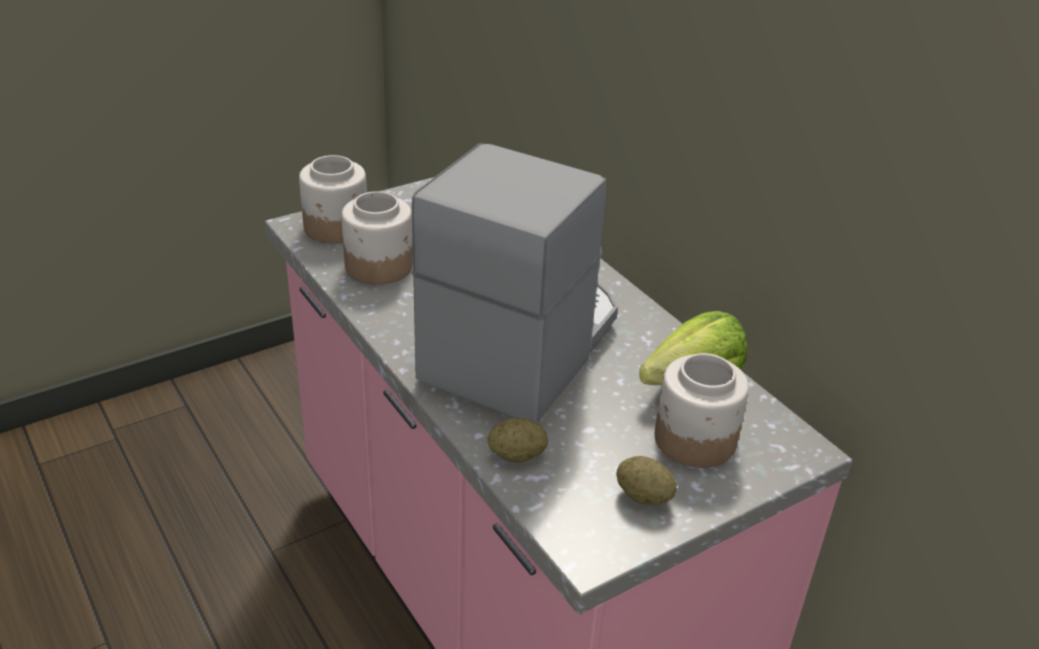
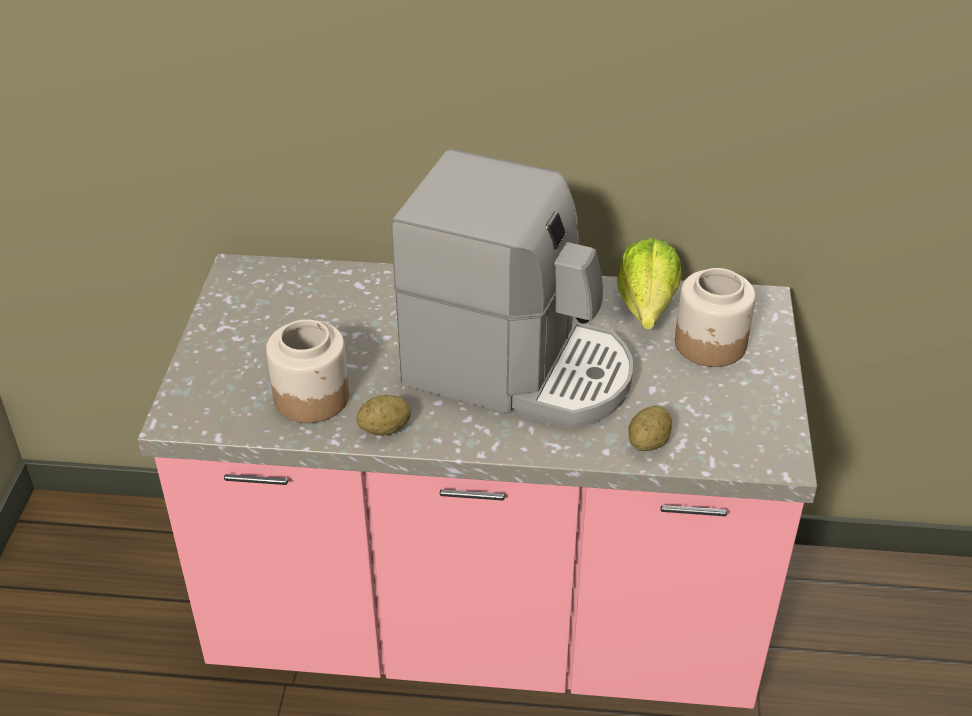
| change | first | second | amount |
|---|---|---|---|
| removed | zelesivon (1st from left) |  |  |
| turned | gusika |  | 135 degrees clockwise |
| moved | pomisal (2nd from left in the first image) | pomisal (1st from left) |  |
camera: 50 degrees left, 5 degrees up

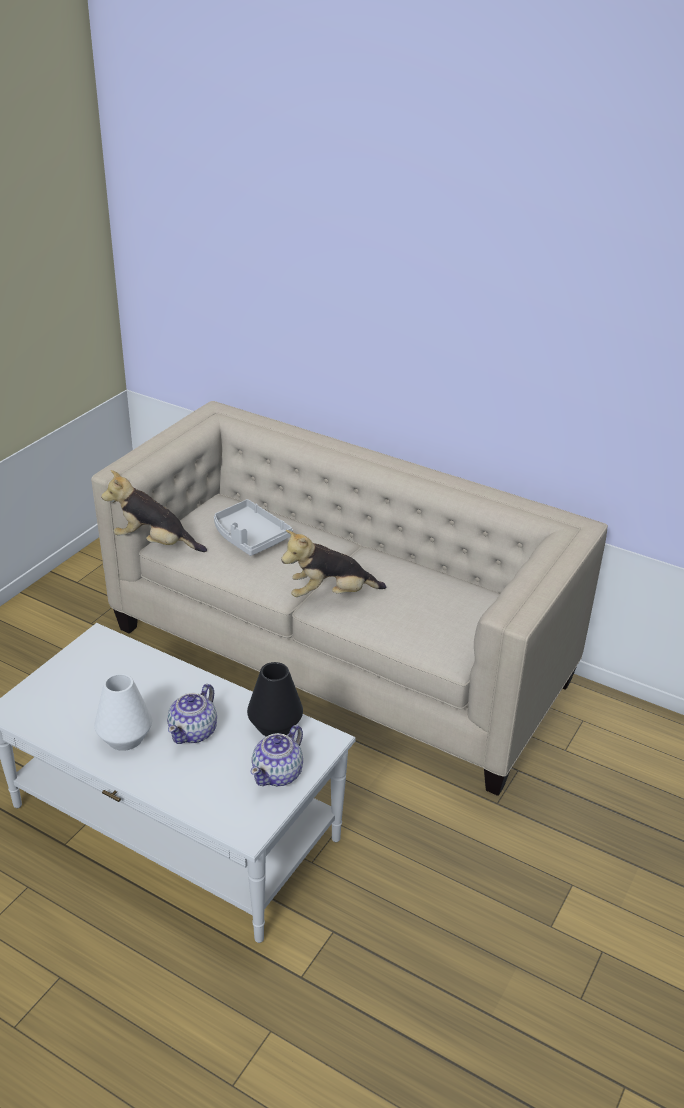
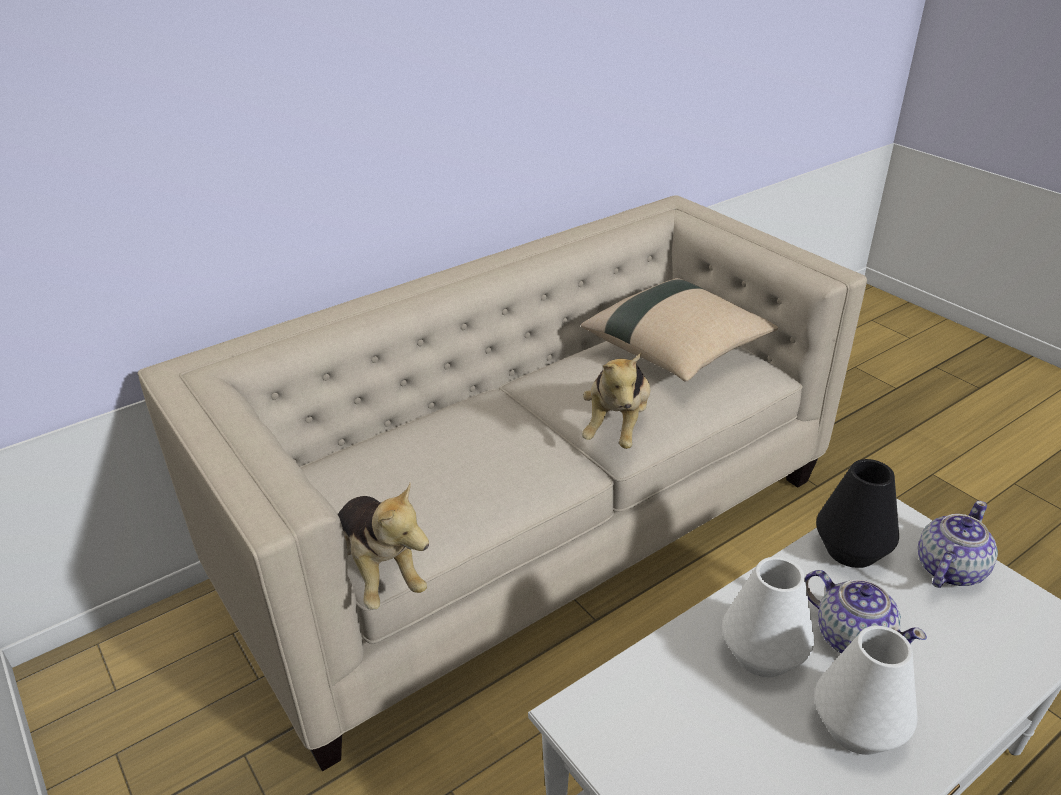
| change | first | second | amount |
|---|---|---|---|
| turned | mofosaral (1st from left) |  | 75 degrees counterclockwise |
| removed | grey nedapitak |  |  |
| turned | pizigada (2nd from left) |  | 105 degrees counterclockwise |
| added |  | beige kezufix |  |
| added |  | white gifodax (1st from left) |  |
camera: 65 degrees left, 0 degrees up

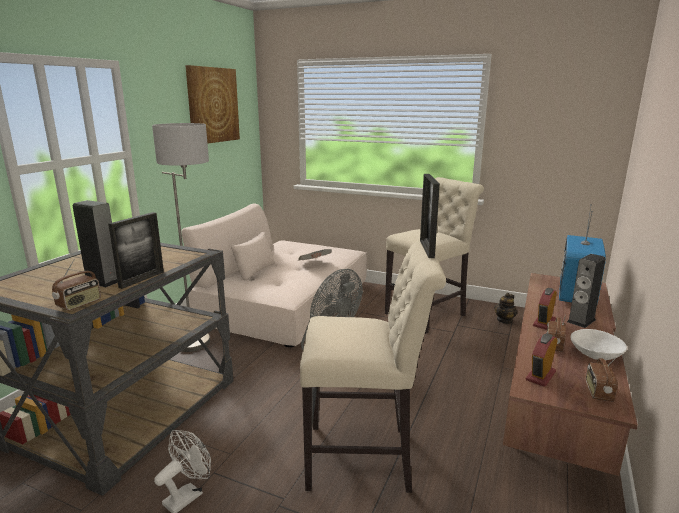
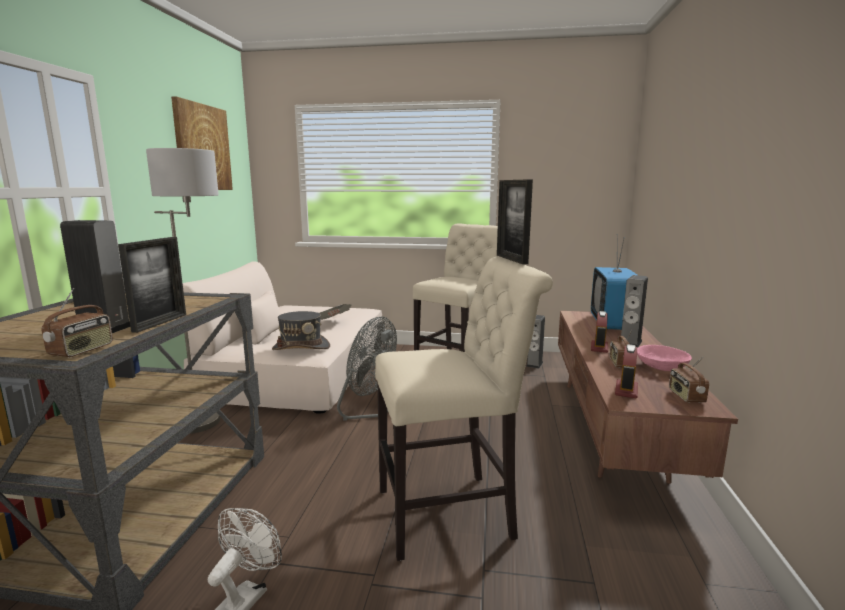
| change | first | second | amount |
|---|---|---|---|
| replaced | pizigada | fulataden (2nd from left) |  |
| recoloured | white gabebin | pink gabebin |  |
| added |  | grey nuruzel |  |
camera: 15 degrees left, 5 degrees down

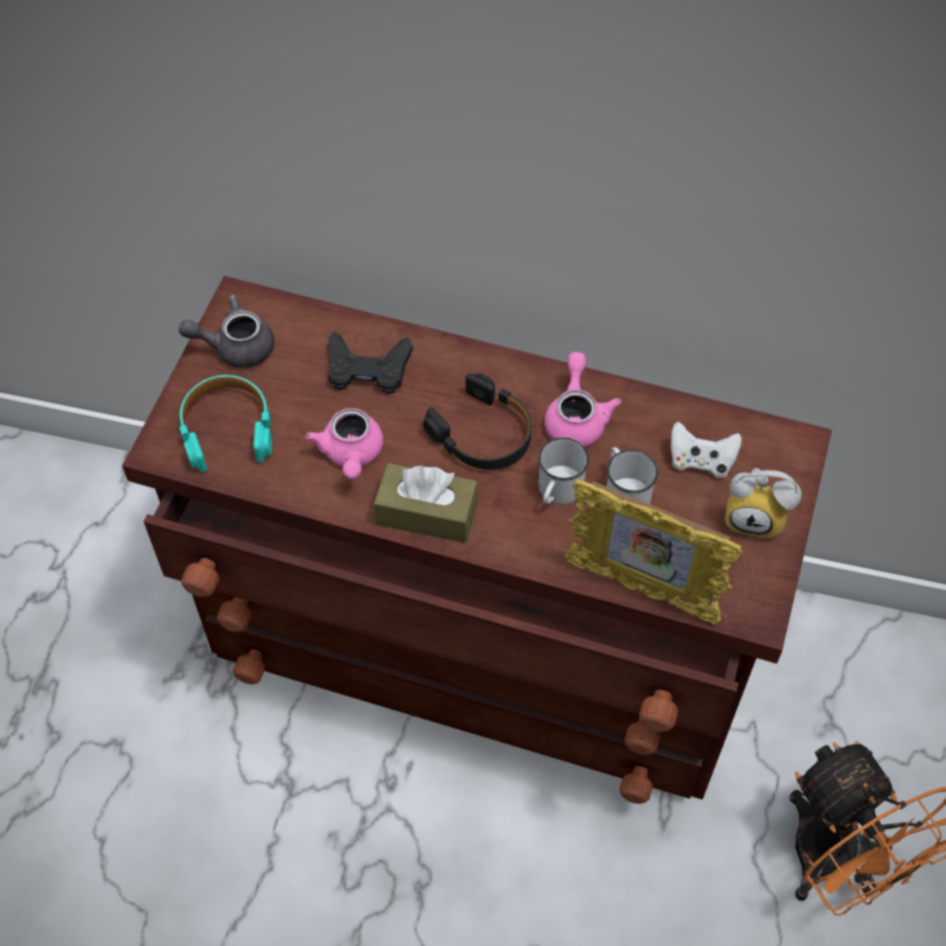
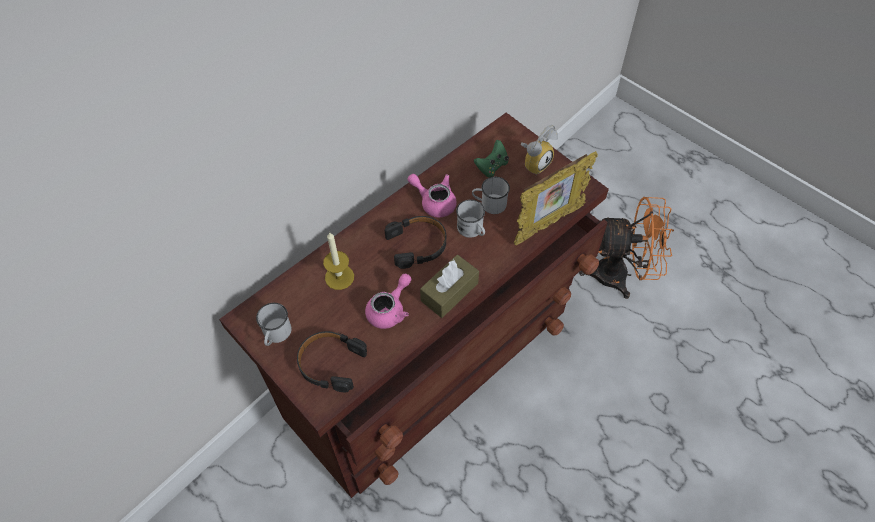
| change | first | second | amount |
|---|---|---|---|
| replaced | grey pizigada | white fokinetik (1st from left) |  |
| recoloured | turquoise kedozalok | black kedozalok (1st from left) |  |
| turned | pink pizigada (1st from left) |  | 75 degrees counterclockwise |
| replaced | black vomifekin | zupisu |  |
| recoloured | white vomifekin | green vomifekin |  |
camera: 60 degrees left, 0 degrees up

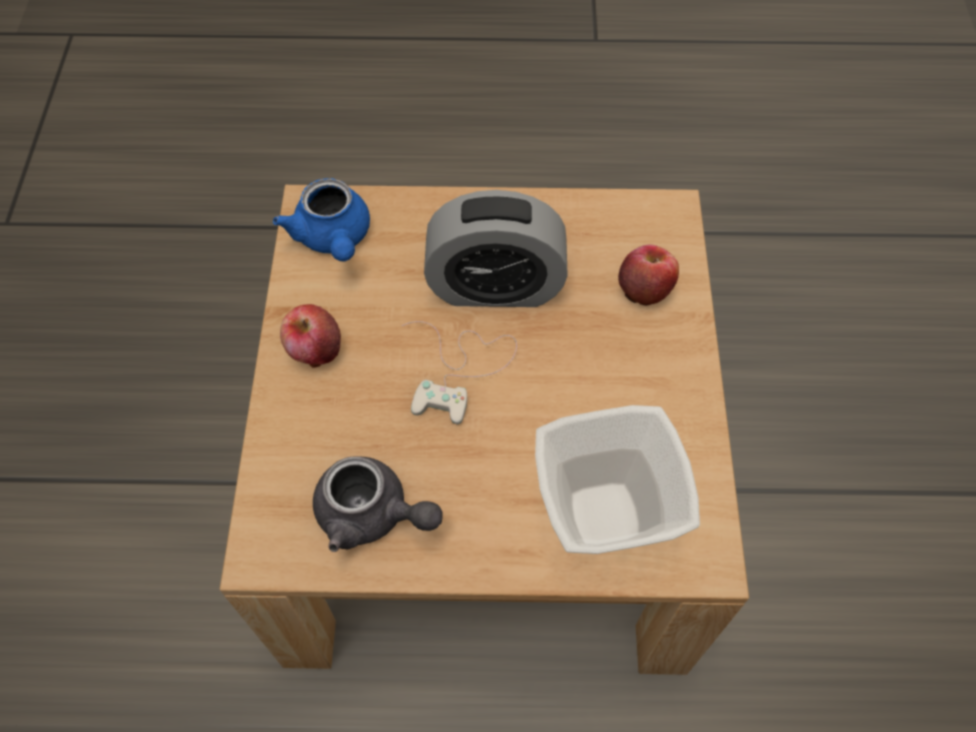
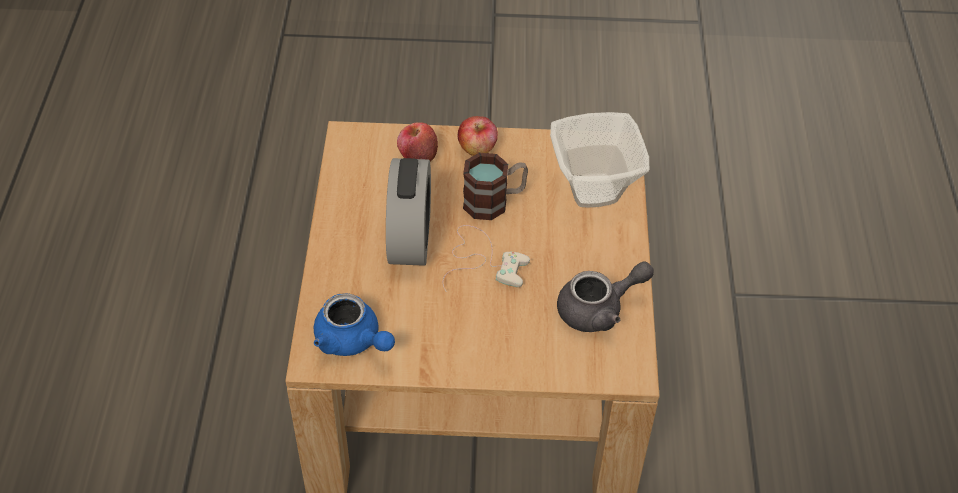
| change | first | second | amount |
|---|---|---|---|
| turned | blue pizigada |  | 60 degrees clockwise |
| moved | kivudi (1st from left in the first image) | kivudi (2nd from left) |  |
| turned | grey pizigada |  | 45 degrees clockwise |
| added |  | fokinetik |  |
camera: 90 degrees left, 10 degrees down

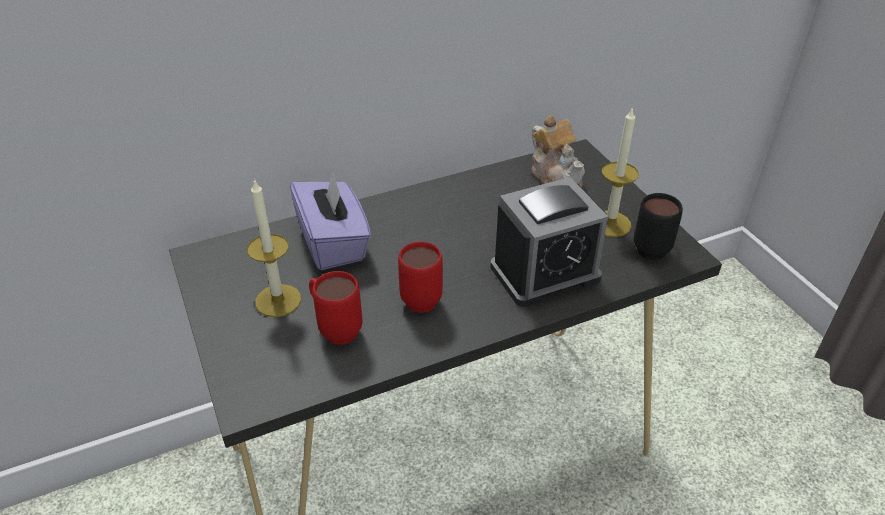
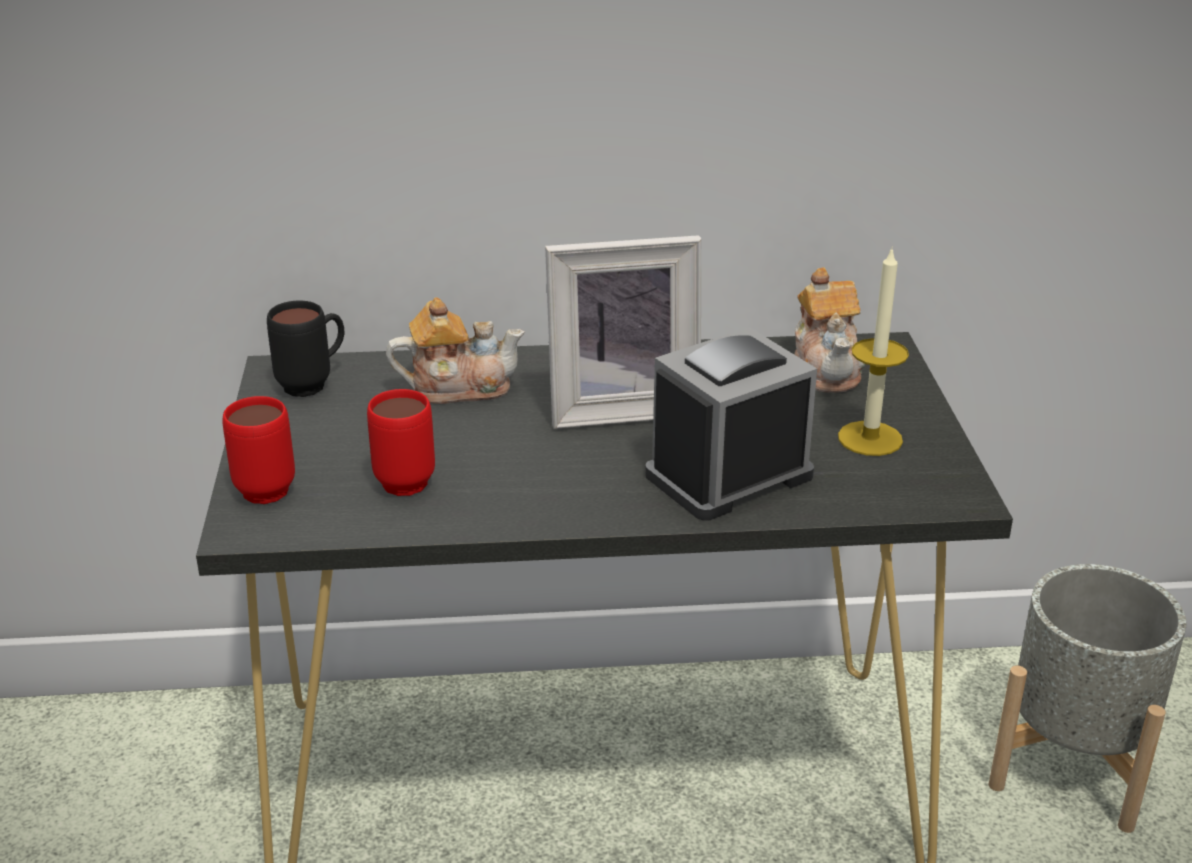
| change | first | second | amount |
|---|---|---|---|
| removed | zupisu (1st from left) |  |  |
| replaced | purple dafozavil | pizigada (1st from left) |  |
| moved | red fokinetik (2nd from left in the first image) | red fokinetik (1st from left) |  |
| turned | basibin |  | 150 degrees clockwise |
| moved | black fokinetik |  |  |
| added |  | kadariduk |  |
| added |  | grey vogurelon |  |
camera: 20 degrees right, 10 degrees down

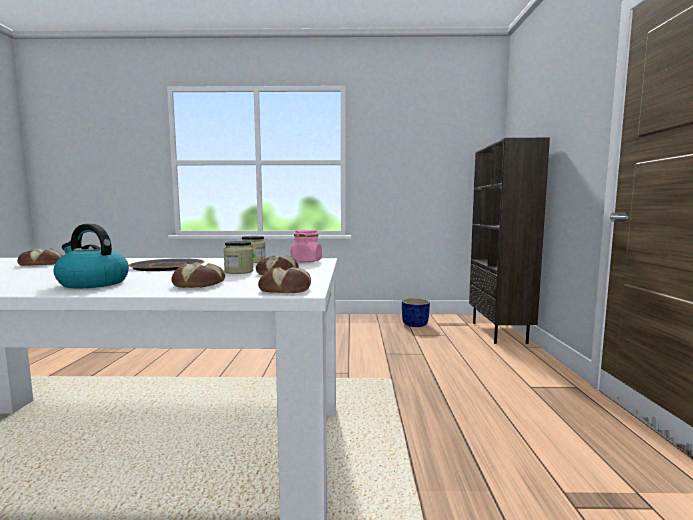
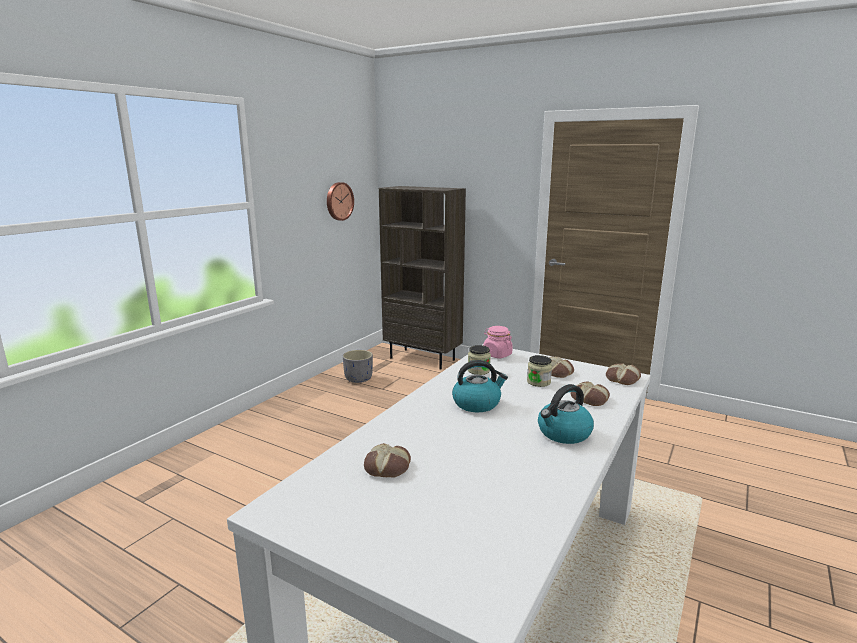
| change | first | second | amount |
|---|---|---|---|
| replaced | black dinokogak | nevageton (1st from left) |  |
| recoloured | blue vogurelon | grey vogurelon |  |
| added |  | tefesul |  |
camera: 60 degrees left, 10 degrees up

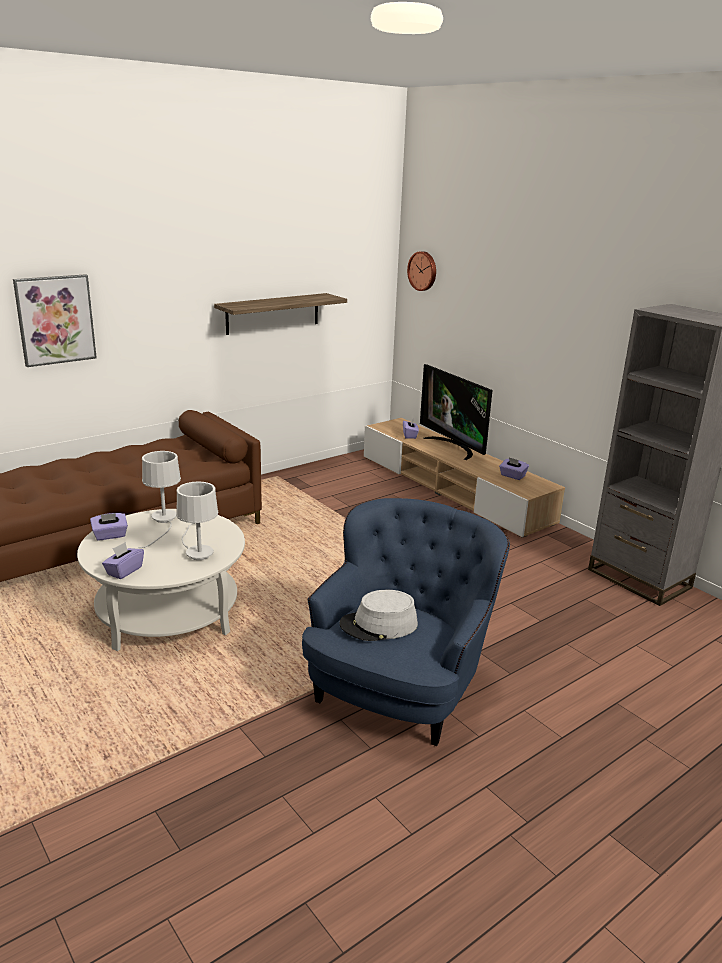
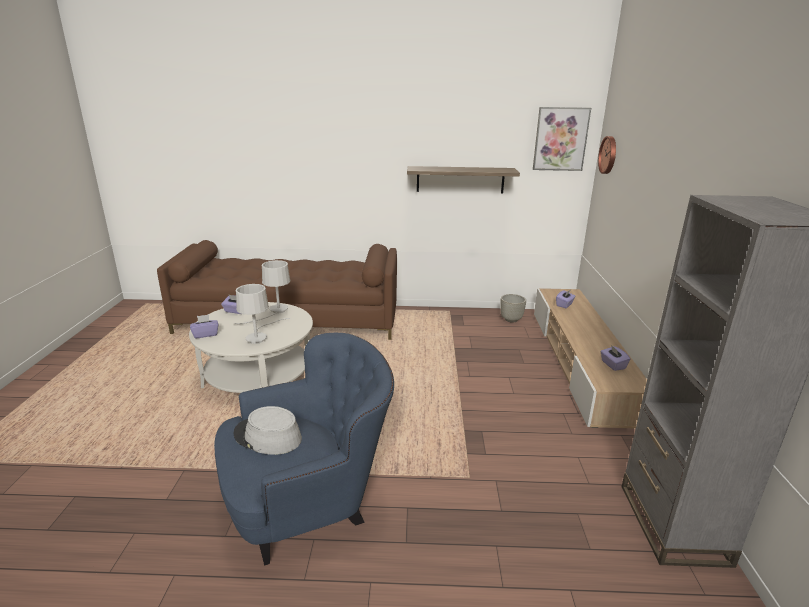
| change | first | second | amount |
|---|---|---|---|
| moved | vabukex |  |  |
| removed | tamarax |  |  |
| added |  | grey vogurelon |  |
camera: 40 degrees right, 0 degrees up

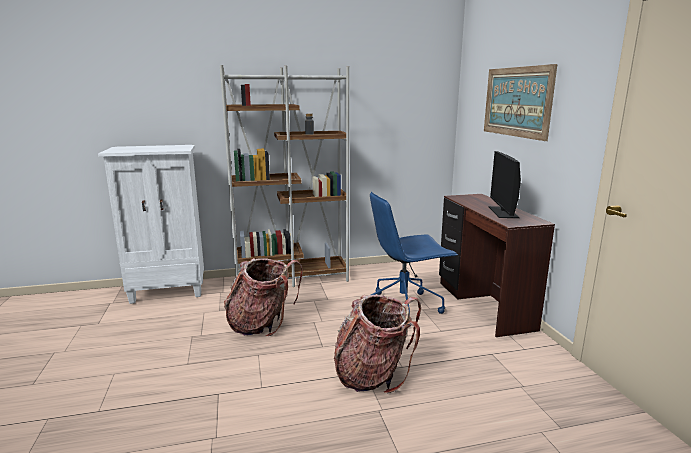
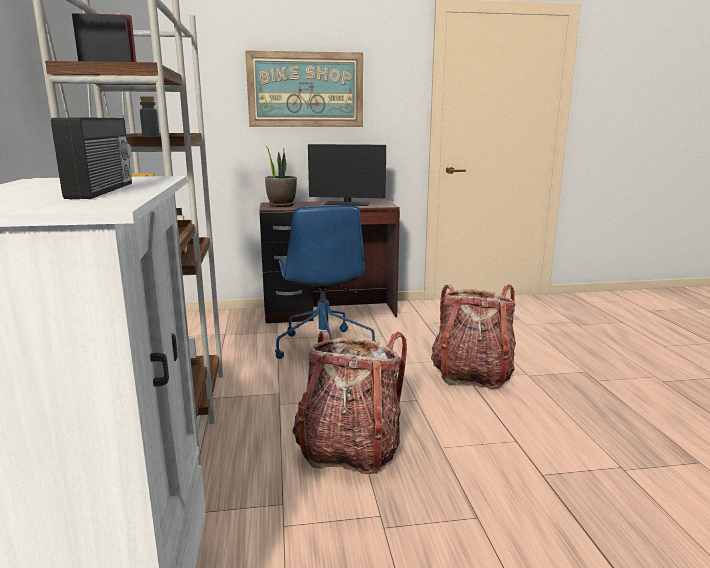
| change | first | second | amount |
|---|---|---|---|
| added |  | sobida |  |
| added |  | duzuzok |  |
camera: 85 degrees left, 0 degrees up

